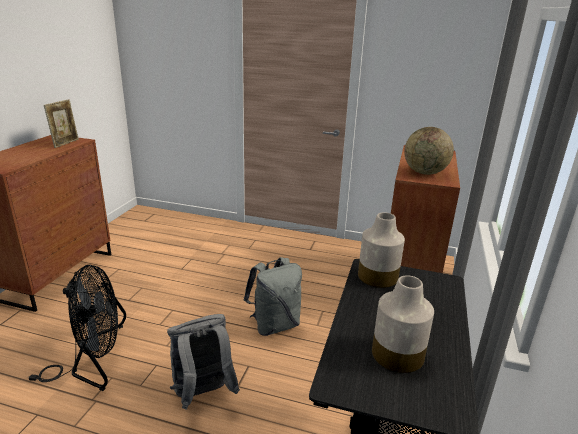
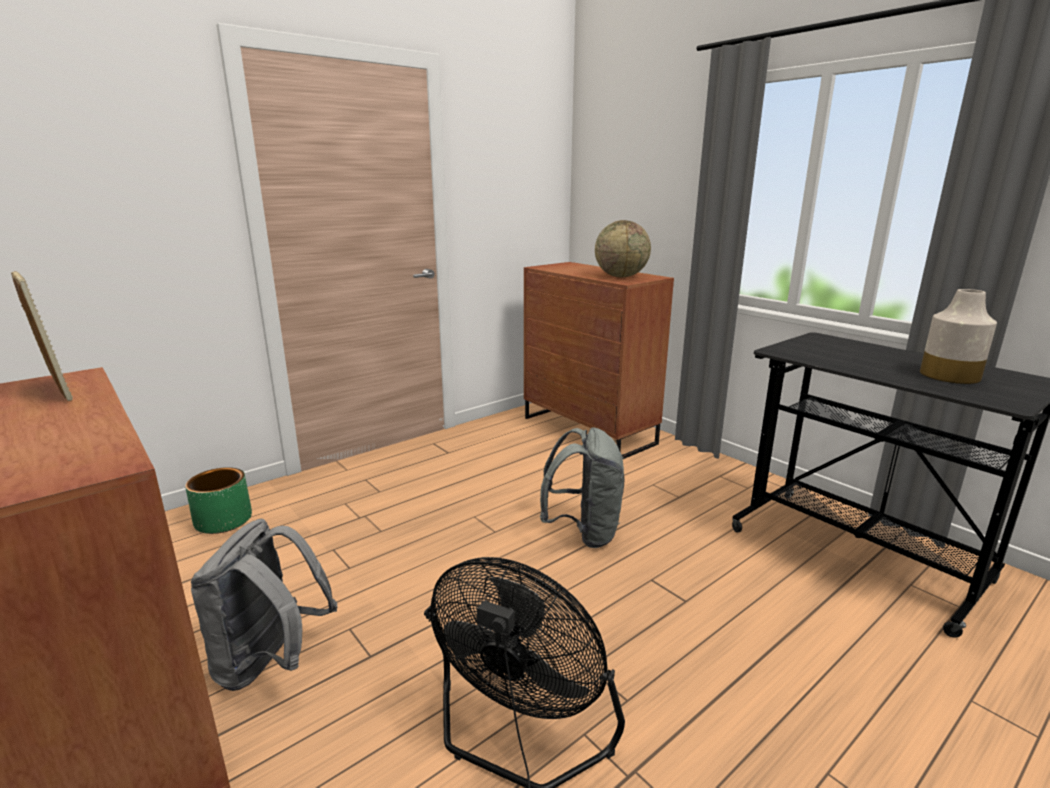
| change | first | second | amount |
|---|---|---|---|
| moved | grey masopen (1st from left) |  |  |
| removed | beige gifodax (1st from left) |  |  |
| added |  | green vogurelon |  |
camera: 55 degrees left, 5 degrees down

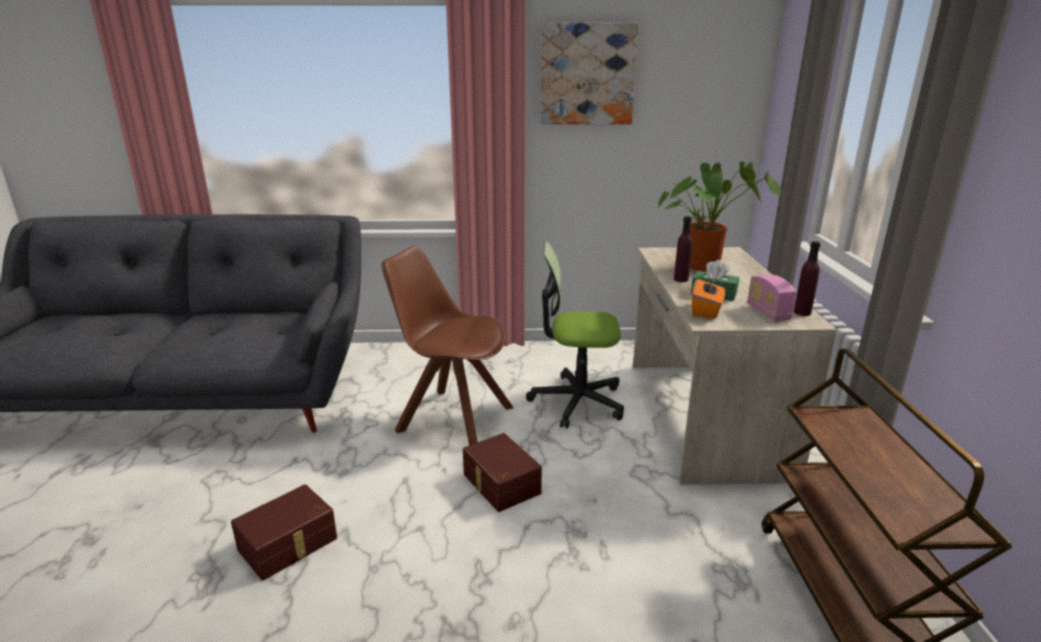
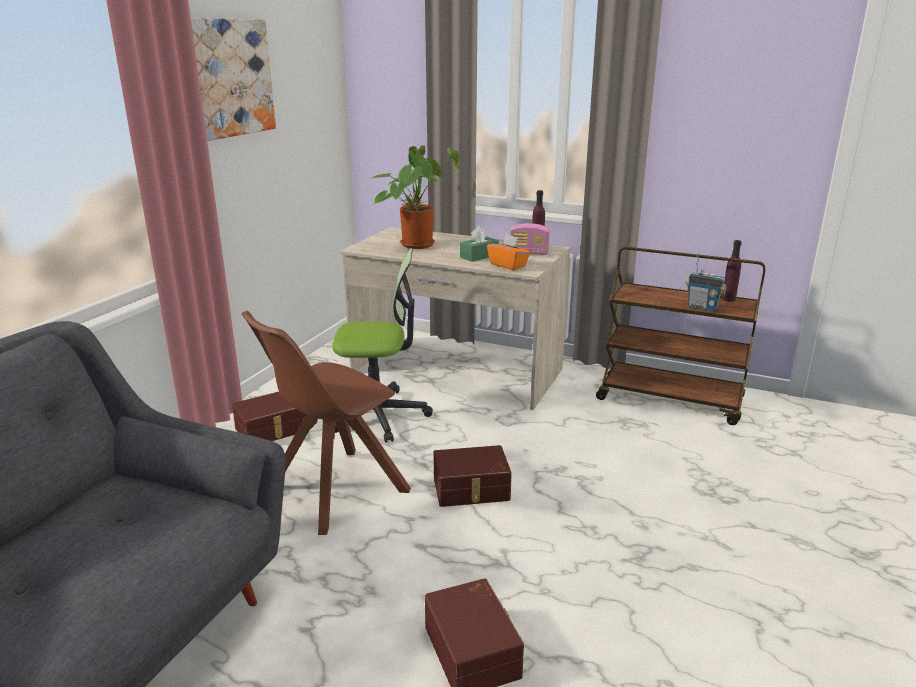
| change | first | second | amount |
|---|---|---|---|
| turned | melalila |  | 120 degrees counterclockwise |
| moved | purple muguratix (1st from left in the first image) | purple muguratix (2nd from left) |  |
| added |  | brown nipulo (1st from left) |  |
| added |  | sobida (2nd from left) |  |
camera: 65 degrees left, 0 degrees up

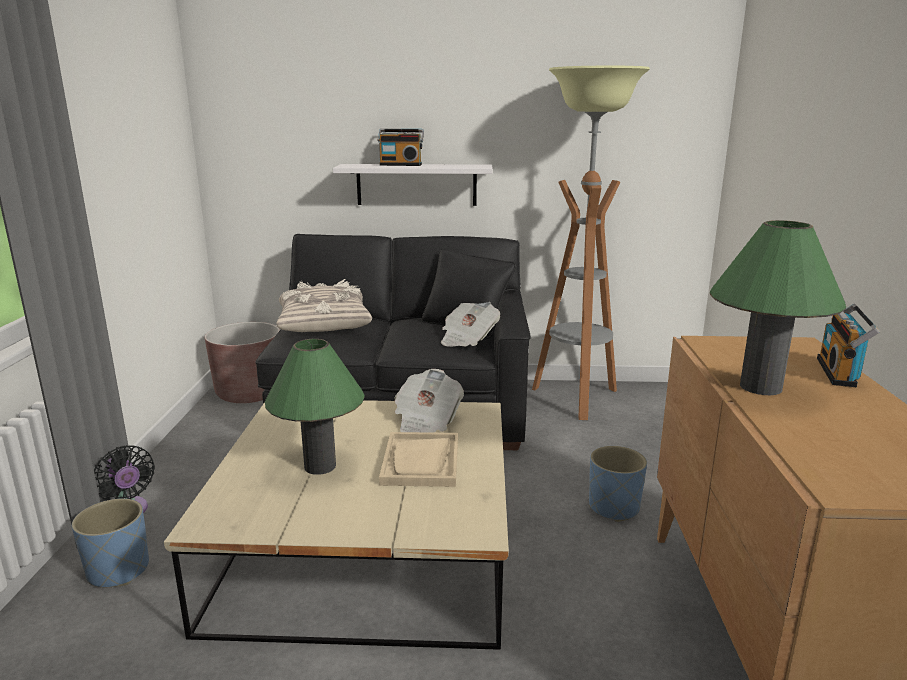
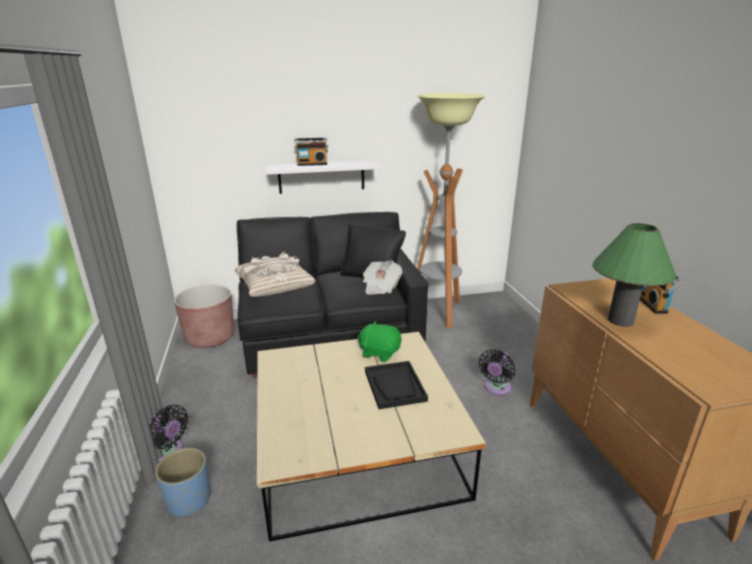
| change | first | second | amount |
|---|---|---|---|
| removed | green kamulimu (1st from left) |  |  |
| recoloured | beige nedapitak | black nedapitak |  |
| replaced | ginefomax (1st from left) | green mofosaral |  |
| replaced | blue vogurelon (2nd from left) | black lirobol (2nd from left) |  |
camera: 15 degrees left, 5 degrees up

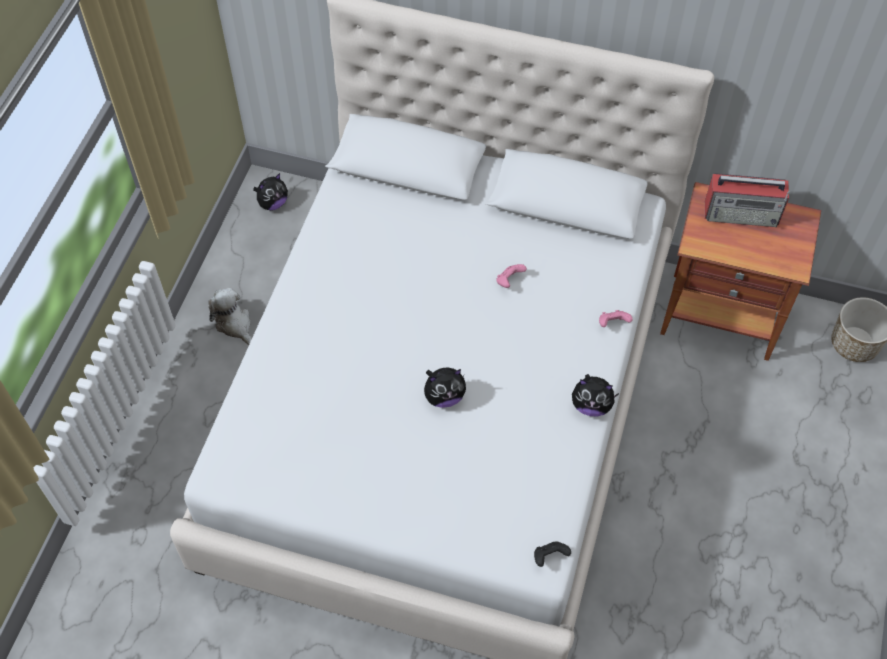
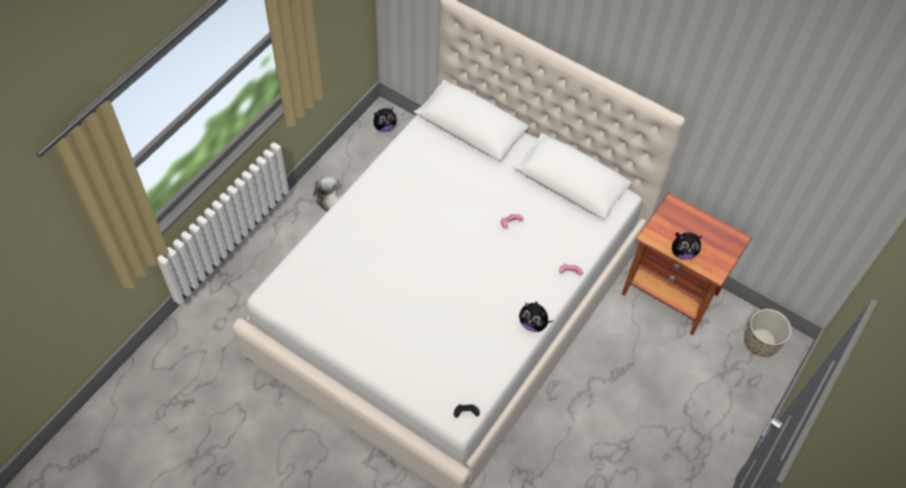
| change | first | second | amount |
|---|---|---|---|
| moved | mofosaral (3rd from left in the first image) | mofosaral (4th from left) |  |
| removed | sobida |  |  |
camera: 15 degrees right, 0 degrees up

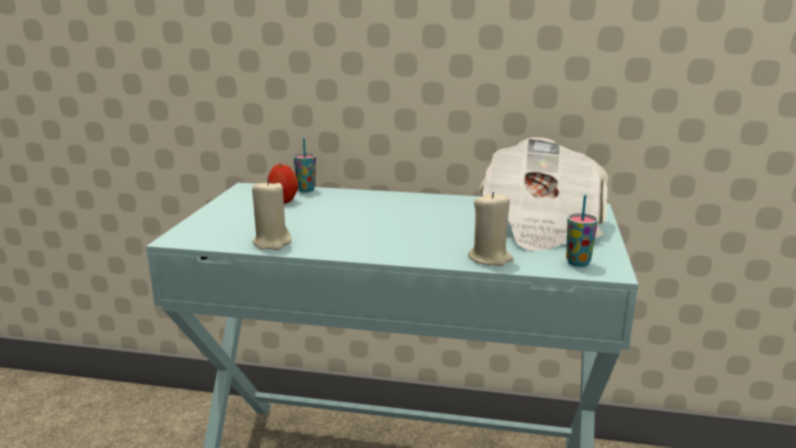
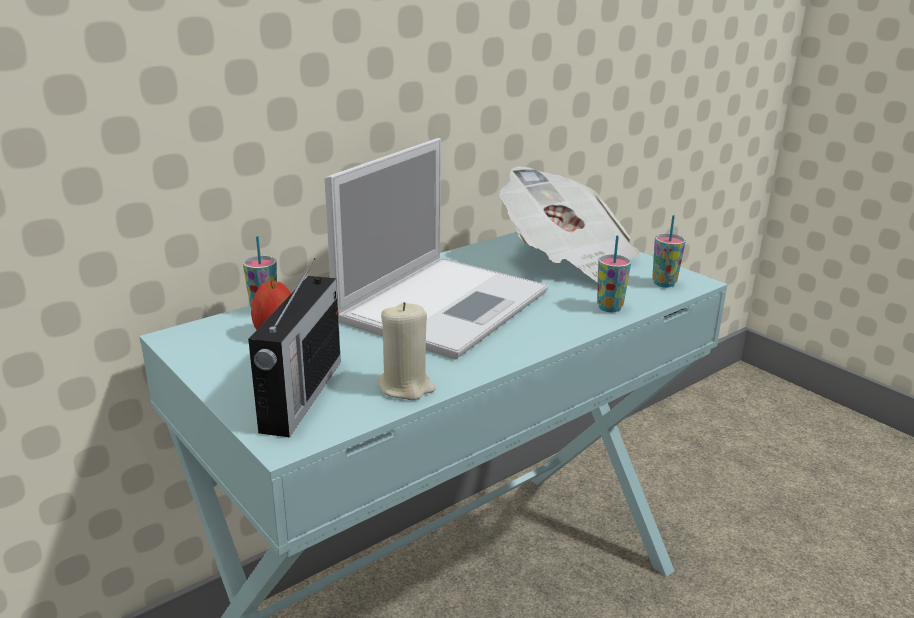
| change | first | second | amount |
|---|---|---|---|
| replaced | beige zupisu (2nd from left) | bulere (2nd from left) |  |
| added |  | sobida |  |
| added |  | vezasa |  |
camera: 50 degrees left, 5 degrees up

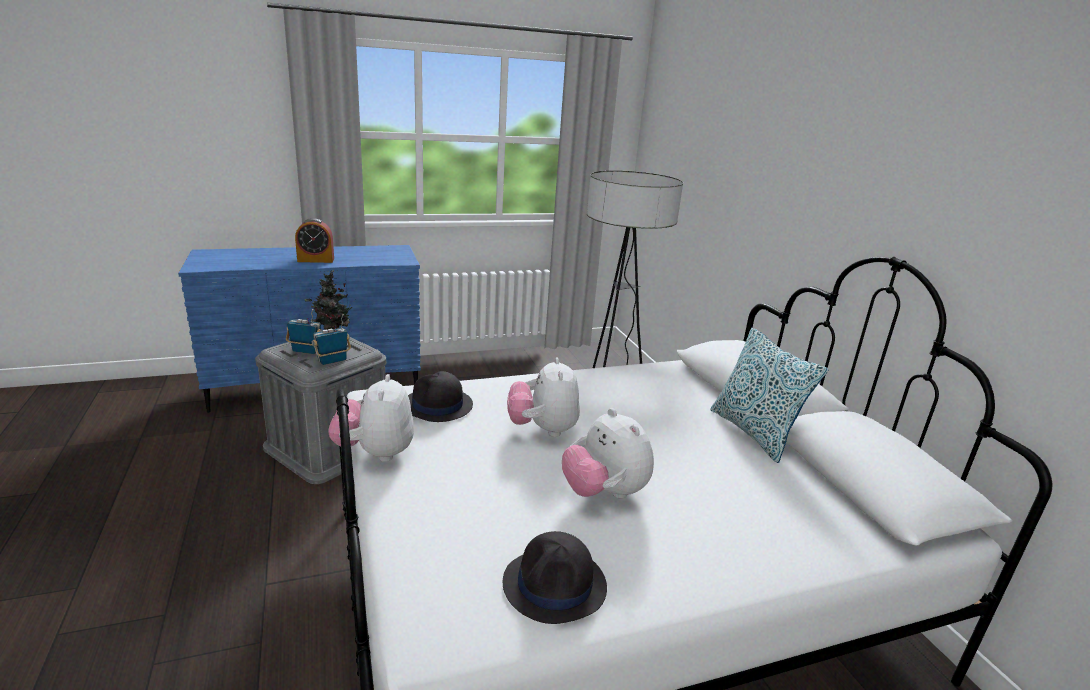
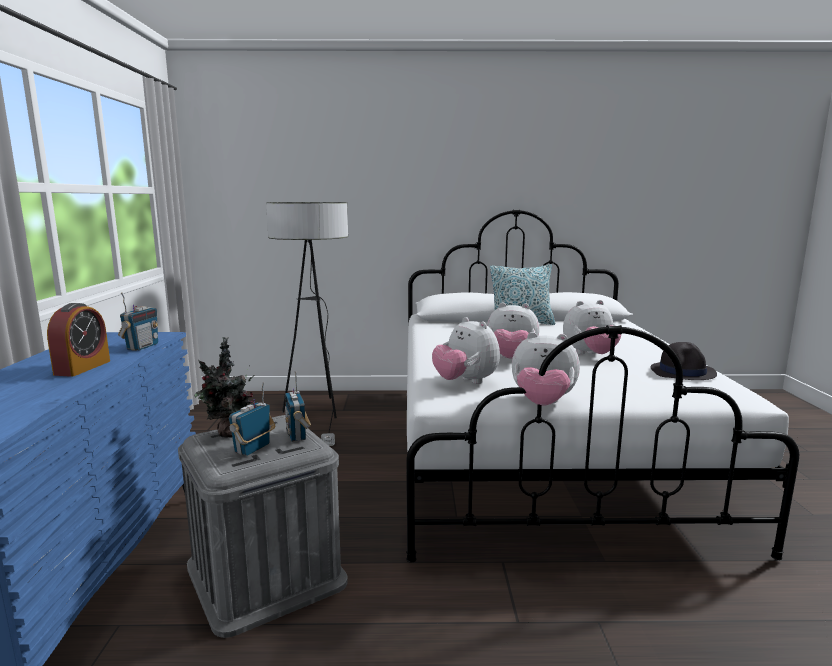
| change | first | second | amount |
|---|---|---|---|
| replaced | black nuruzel (1st from left) | mofosaral (1st from left) |  |
| added |  | sobida (1st from left) |  |
camera: 70 degrees left, 10 degrees down

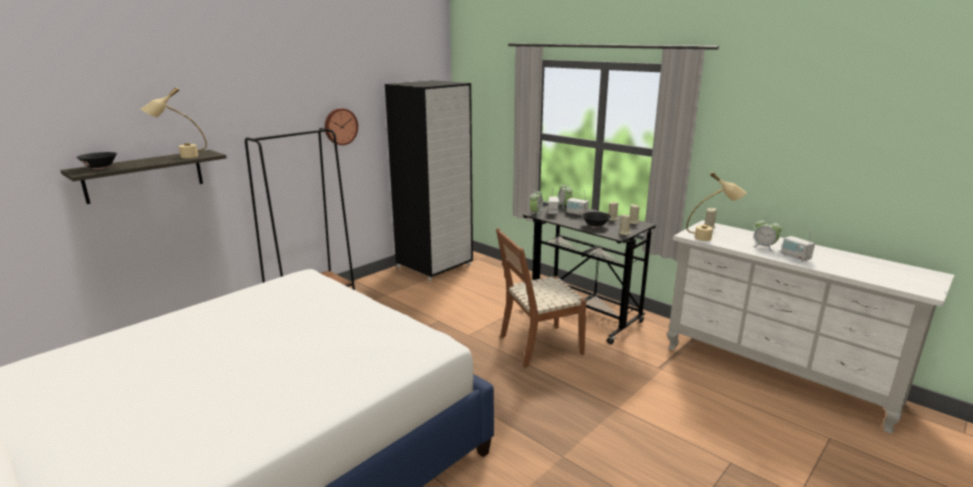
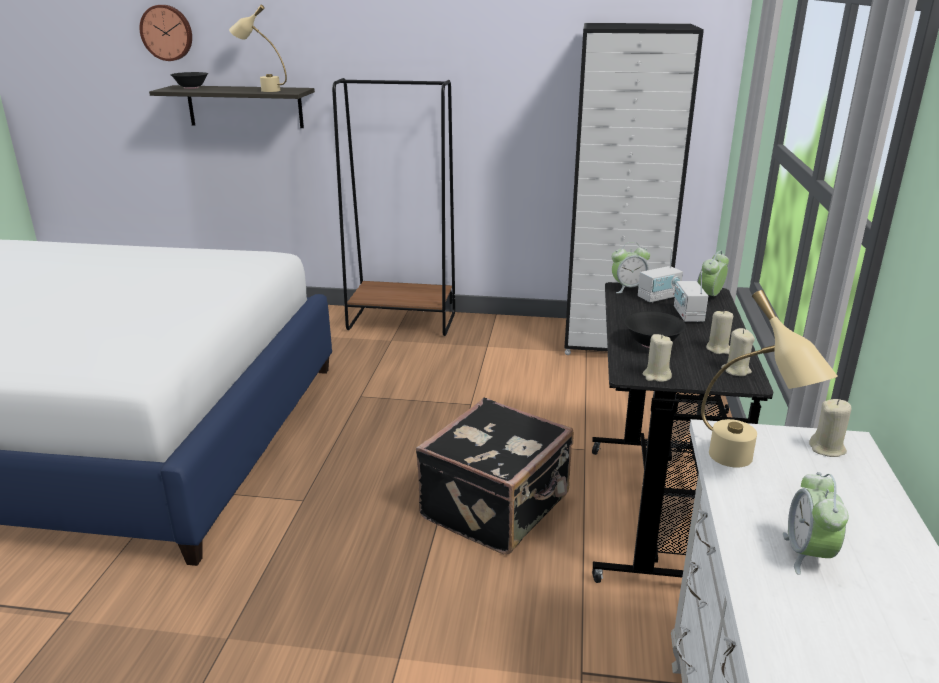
| change | first | second | amount |
|---|---|---|---|
| moved | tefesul |  |  |
| replaced | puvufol | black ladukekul |  |
| removed | sobida (3rd from left) |  |  |
camera: 55 degrees right, 5 degrees up

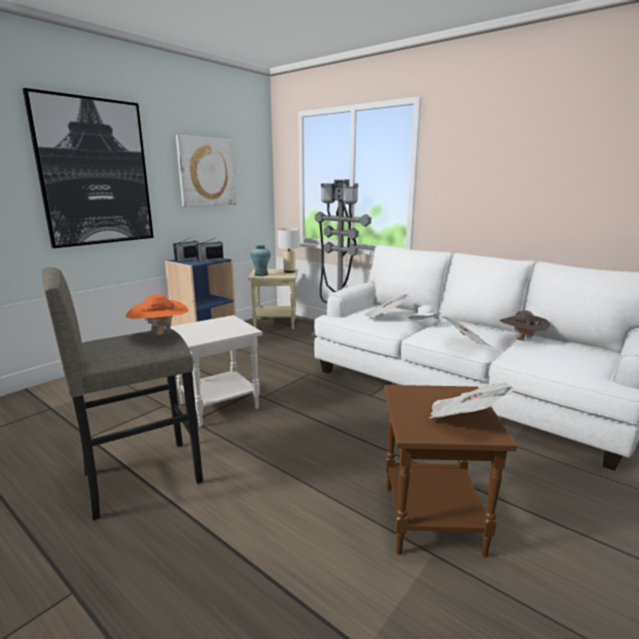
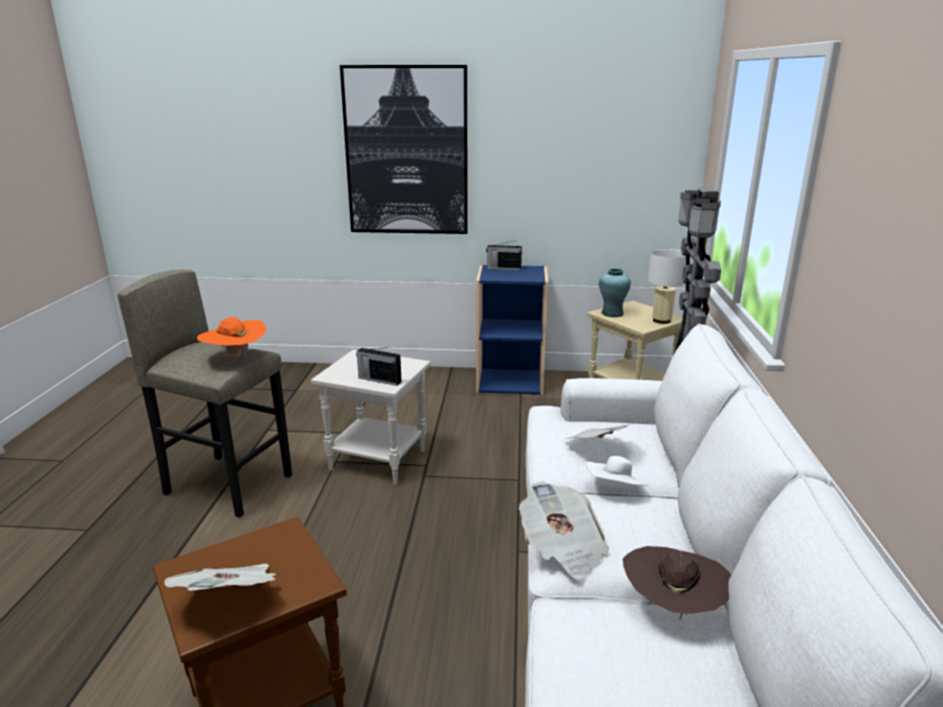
| change | first | second | amount |
|---|---|---|---|
| removed | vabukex (2nd from left) |  |  |
| moved | sobida (2nd from left in the first image) | sobida (1st from left) |  |
camera: 55 degrees right, 5 degrees up

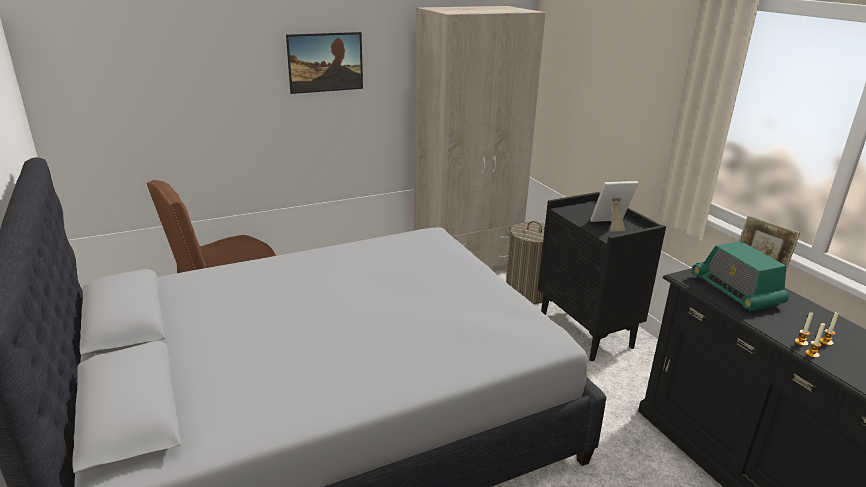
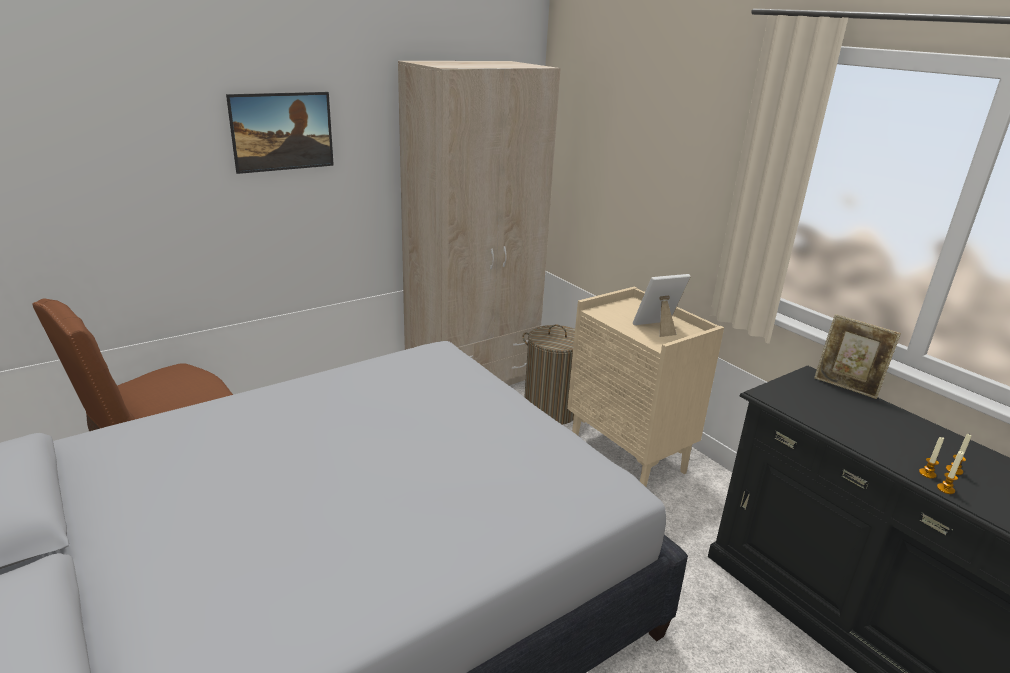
| change | first | second | amount |
|---|---|---|---|
| recoloured | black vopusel | beige vopusel |  |
| removed | sobida |  |  |
camera: 10 degrees left, 0 degrees up

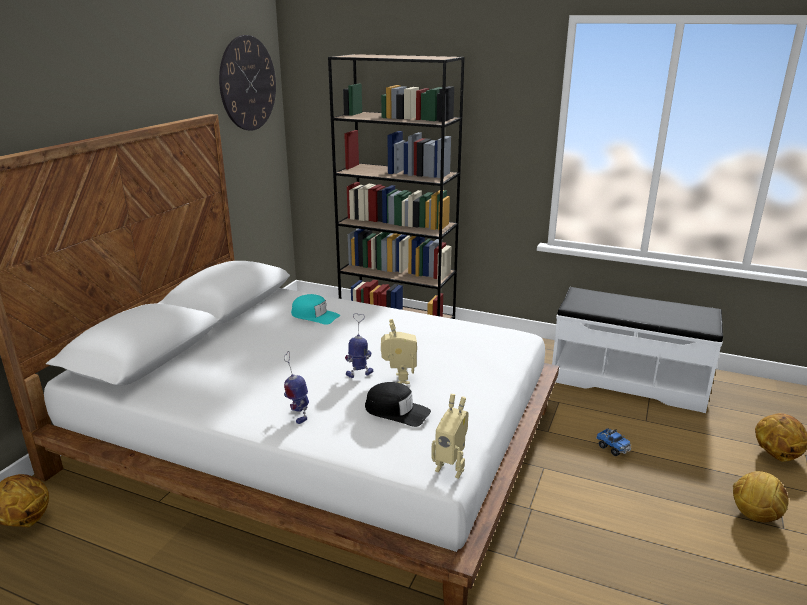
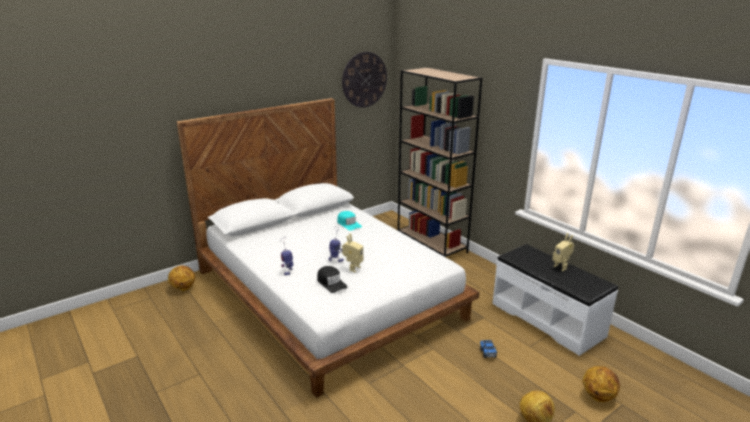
| change | first | second | amount |
|---|---|---|---|
| moved | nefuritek (4th from left) |  |  |
camera: 30 degrees right, 0 degrees up

